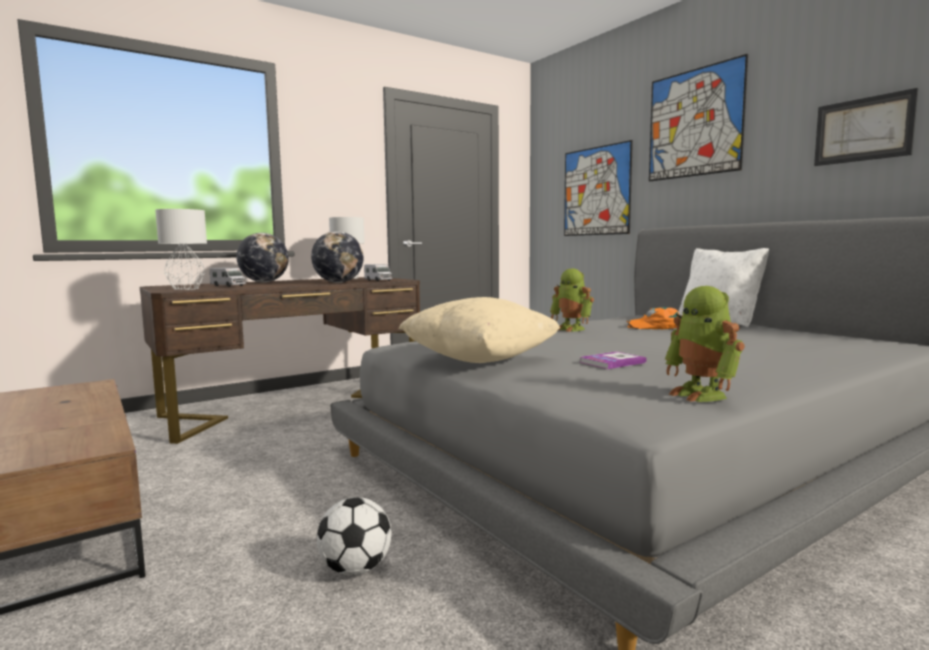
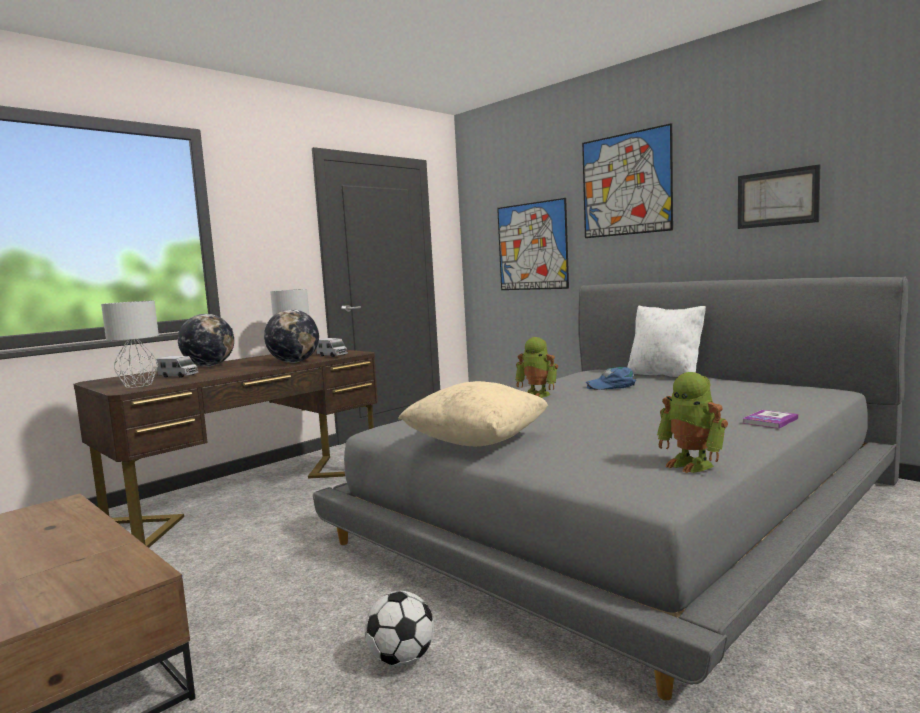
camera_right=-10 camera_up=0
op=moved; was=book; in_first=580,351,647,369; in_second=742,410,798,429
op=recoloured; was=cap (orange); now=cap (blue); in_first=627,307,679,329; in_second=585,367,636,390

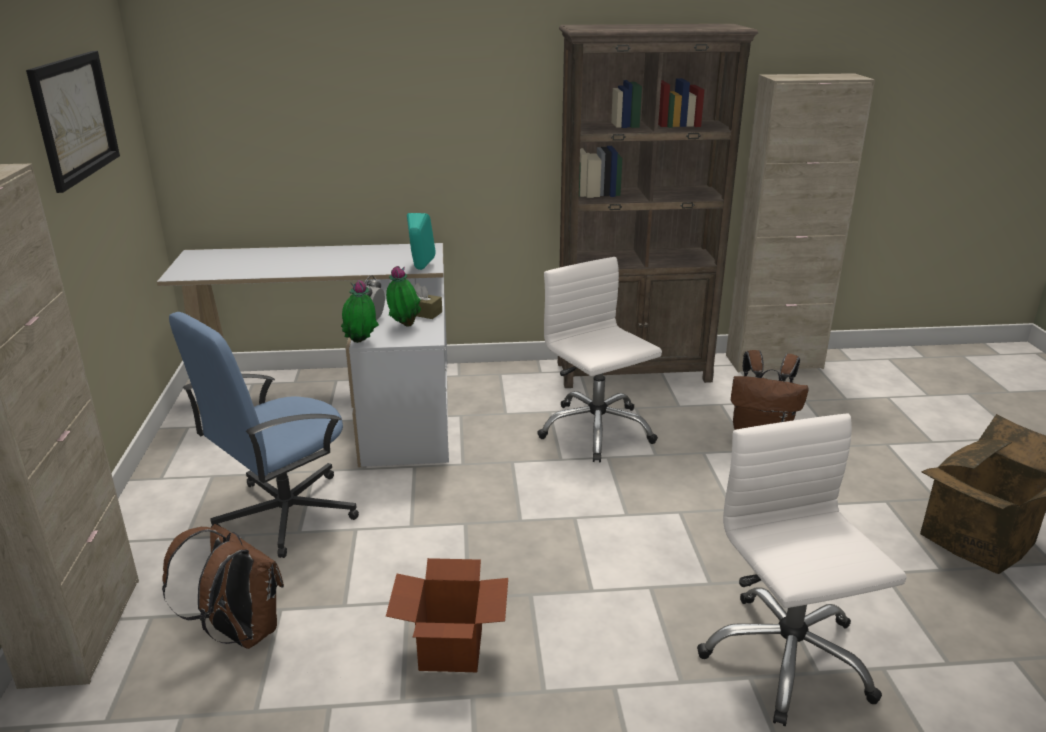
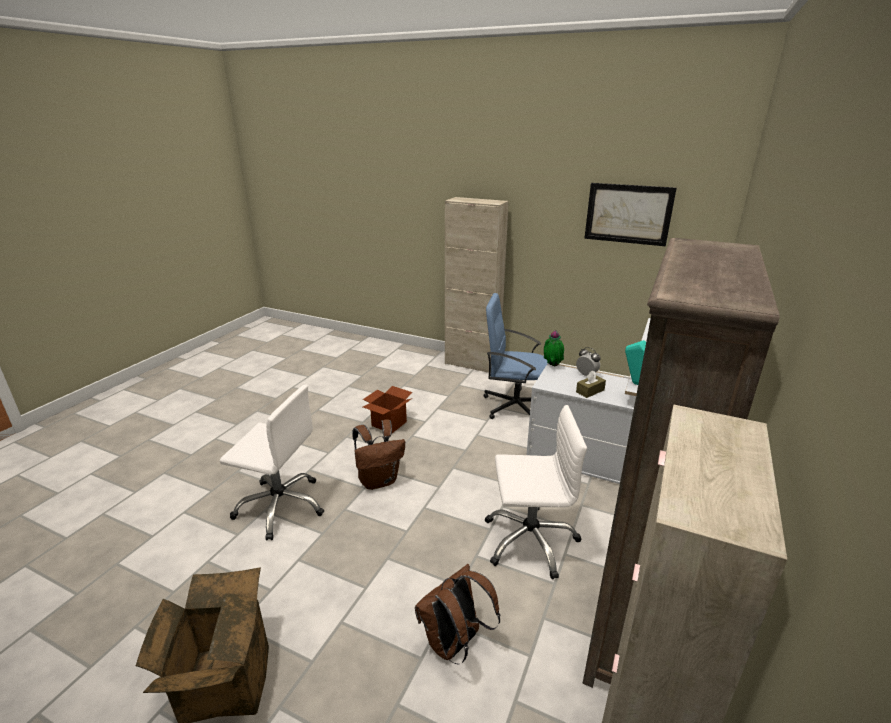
camera_right=120 camera_up=0
op=moved; was=backpack (brown); in_first=162,524,284,649; in_second=352,420,405,490
op=turned; was=office chair (blue); in_first=169,312,359,558; in_second=483,293,548,419; clockwise=-60
op=removed; was=potted plant; in_first=386,266,421,327

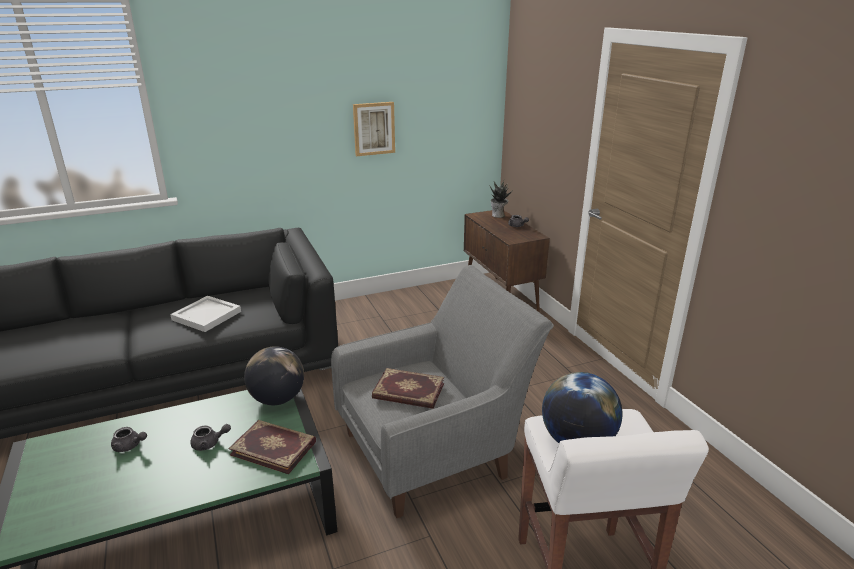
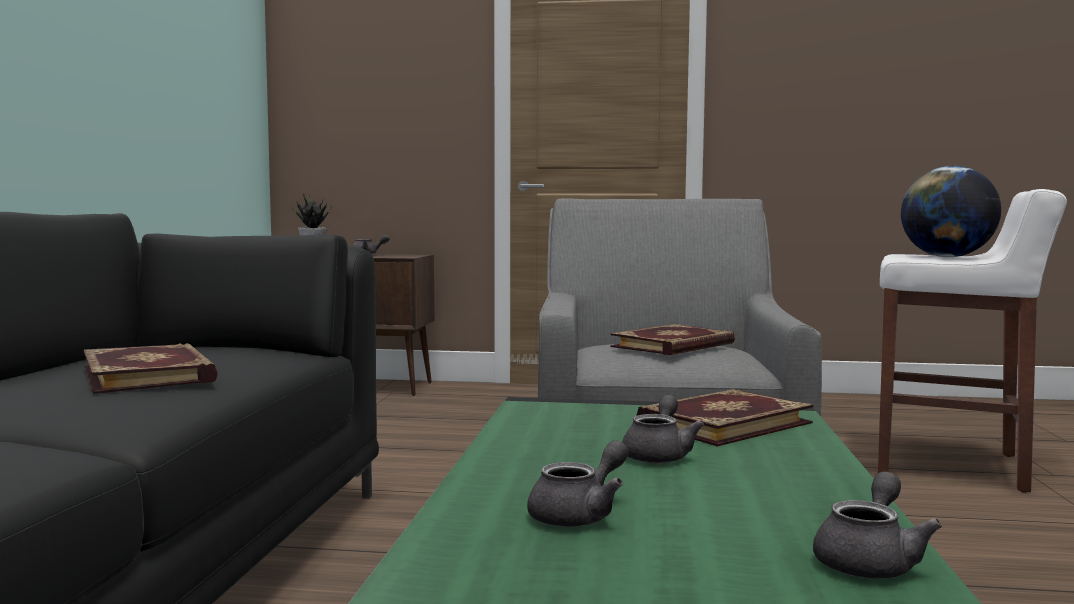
camera_right=-60 camera_up=-20
op=replaced; was=tray (white); now=book; in_first=170,296,241,332; in_second=84,343,218,394
op=removed; was=globe; in_first=244,346,304,405
op=removed; was=picture; in_first=353,102,395,156
op=added; now=teapot (grey); in_second=813,472,942,579

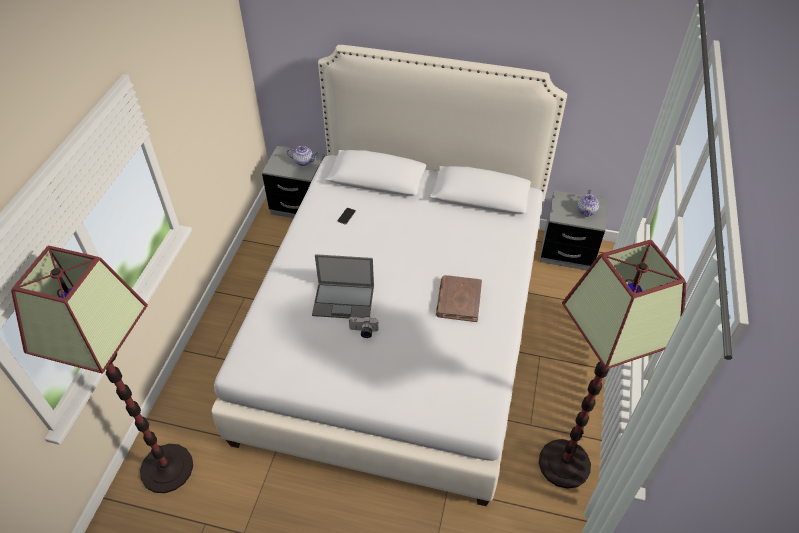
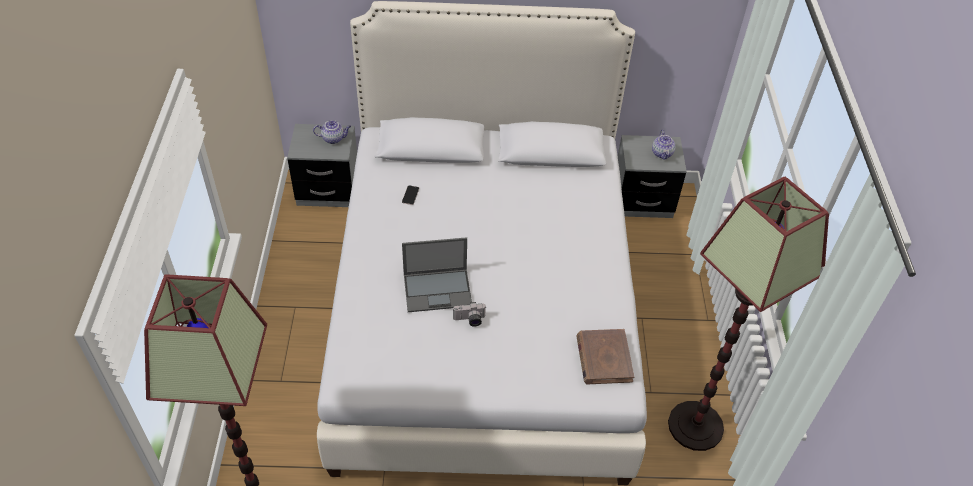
camera_right=-15 camera_up=0
op=moved; was=book (brown); in_first=436,275,482,322; in_second=577,329,635,384

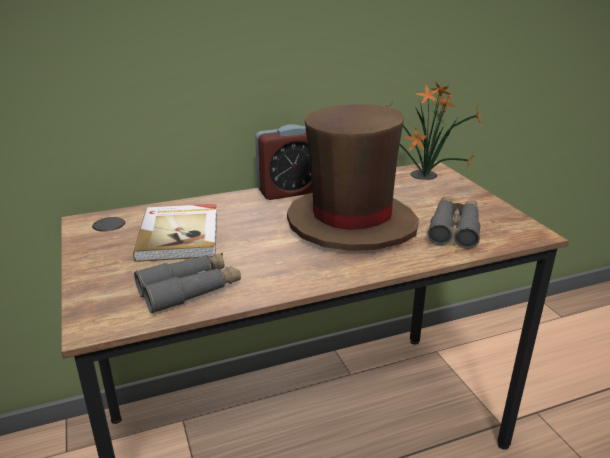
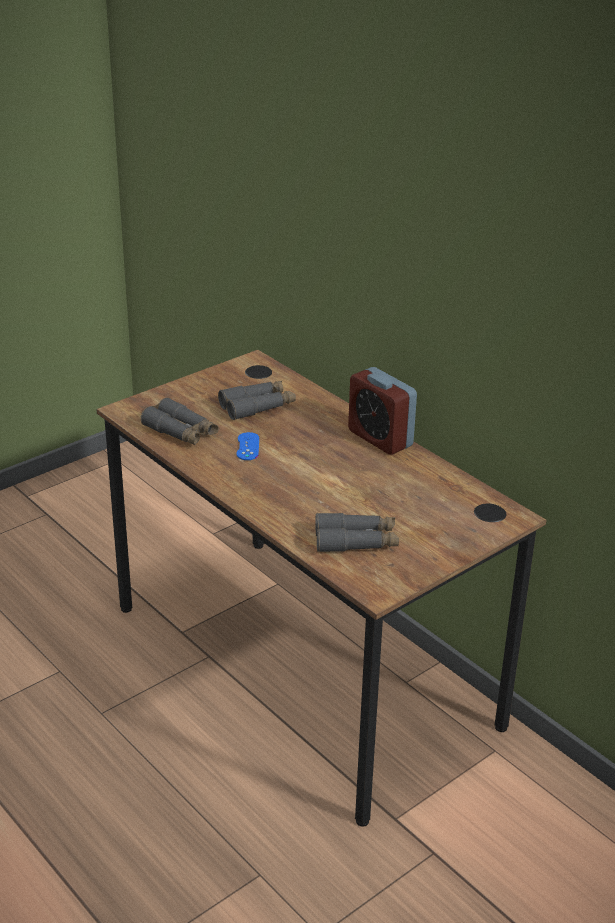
camera_right=70 camera_up=5
op=replaced; was=book; now=binoculars (grey); in_first=133,204,217,262; in_second=218,381,296,420
op=removed; was=hat (brown); in_first=287,104,419,251
op=removed; was=potted plant; in_first=386,82,482,176
op=added; now=game controller (blue); in_second=236,432,259,460

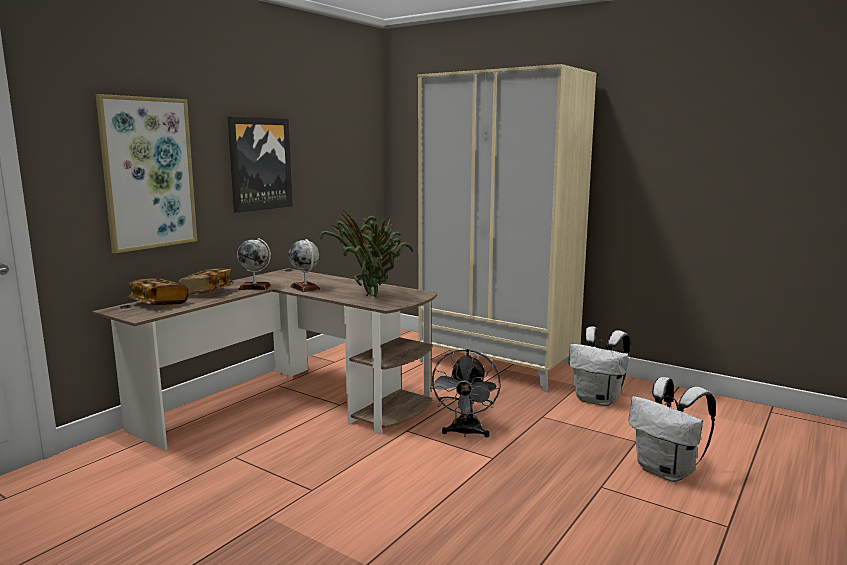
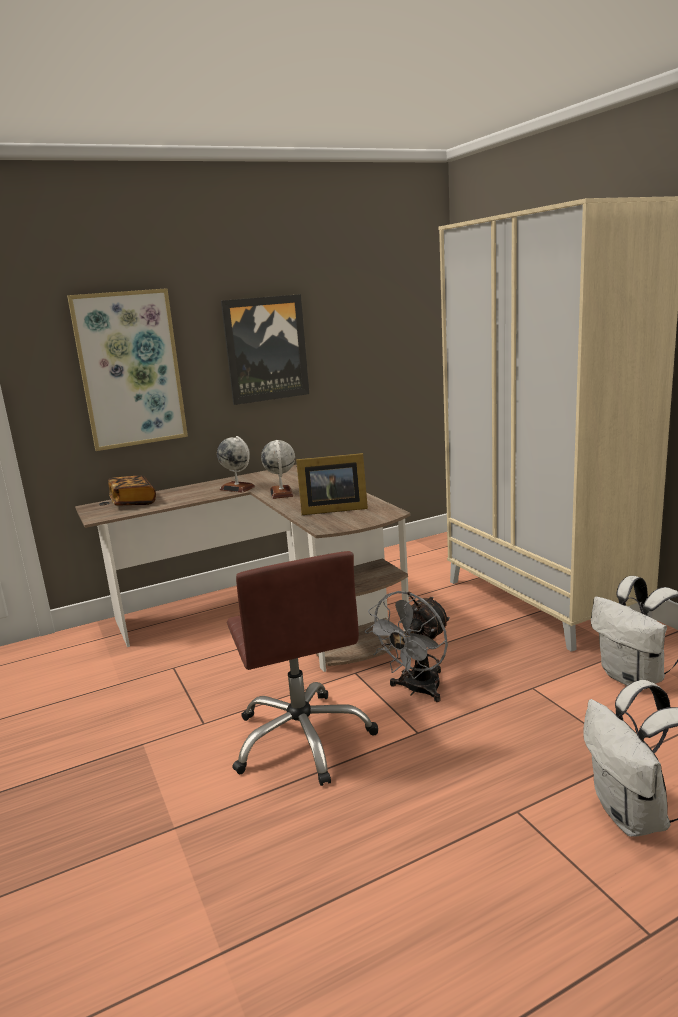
camera_right=30 camera_up=5
op=removed; was=book; in_first=178,268,233,295
op=replaced; was=potted plant; now=picture frame; in_first=320,209,413,297; in_second=296,453,368,515
op=added; now=office chair (brown); in_second=227,551,379,786

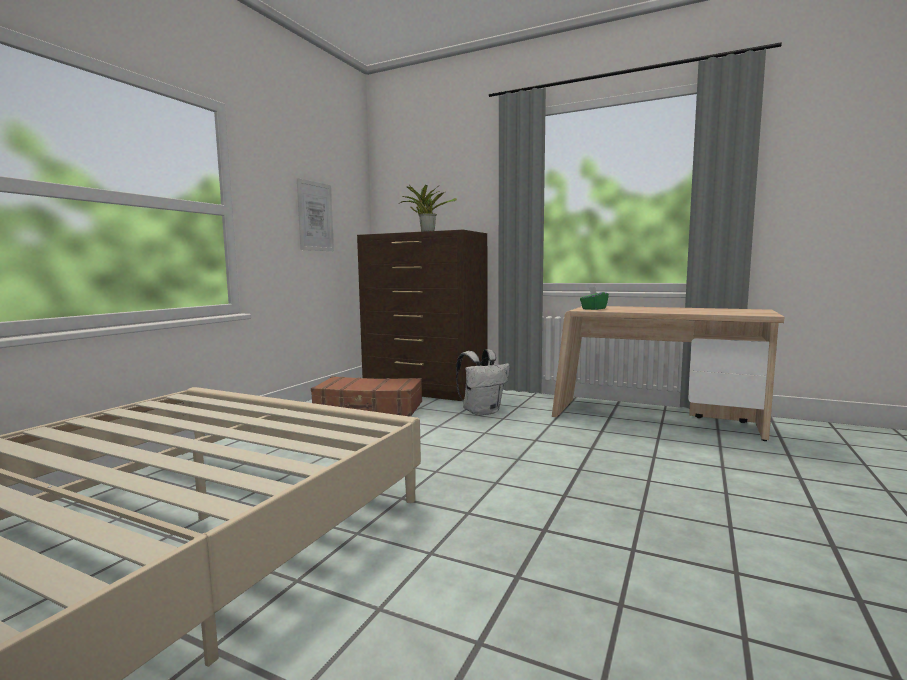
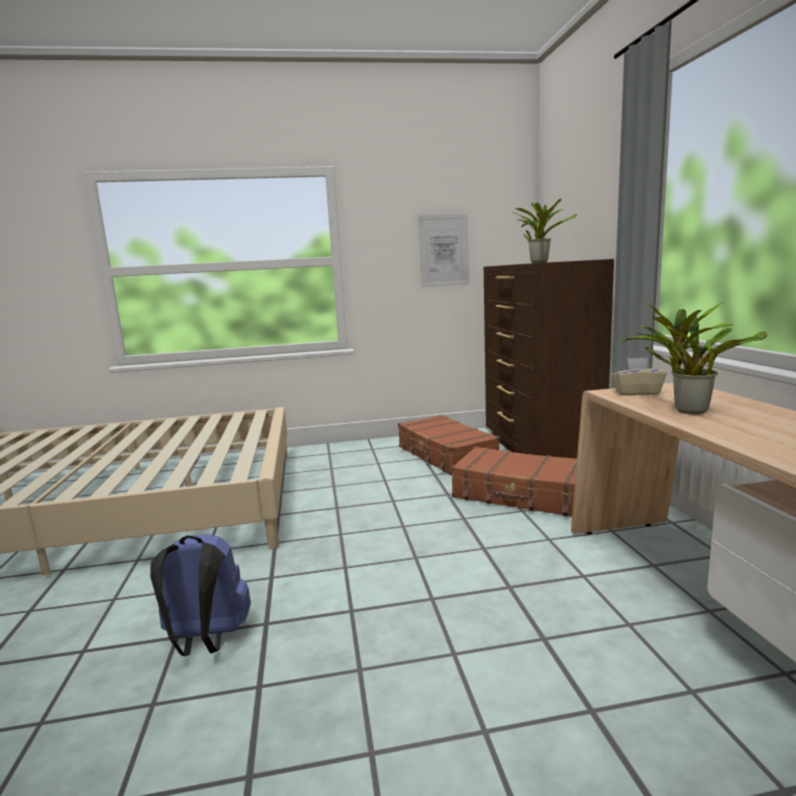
camera_right=55 camera_up=5
op=replaced; was=backpack (white); now=suitcase (brown); in_first=456,349,510,416; in_second=451,447,577,516
op=recoloured; was=tissue box (green); now=tissue box (beige); in_first=580,287,609,310; in_second=612,358,666,396
op=added; now=backpack (blue); in_second=150,534,251,656
op=added; now=potted plant; in_second=619,302,768,414

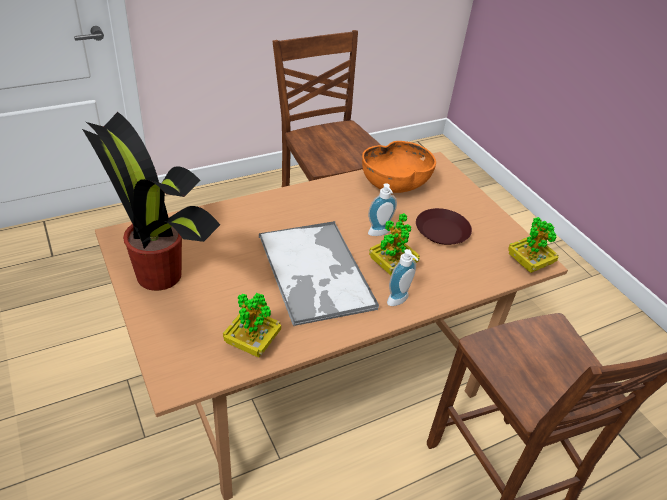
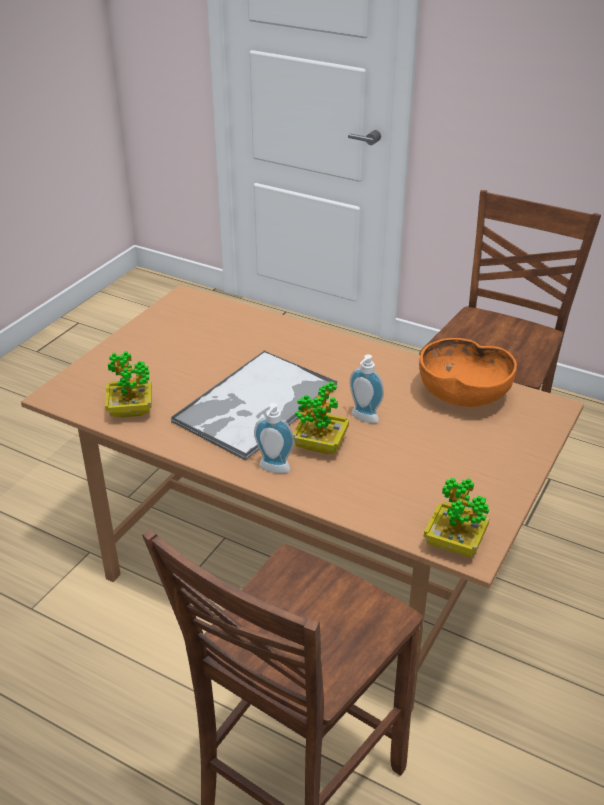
camera_right=60 camera_up=-5
op=removed; was=potted plant; in_first=82,112,220,291
op=removed; was=plate (brown); in_first=416,208,472,245

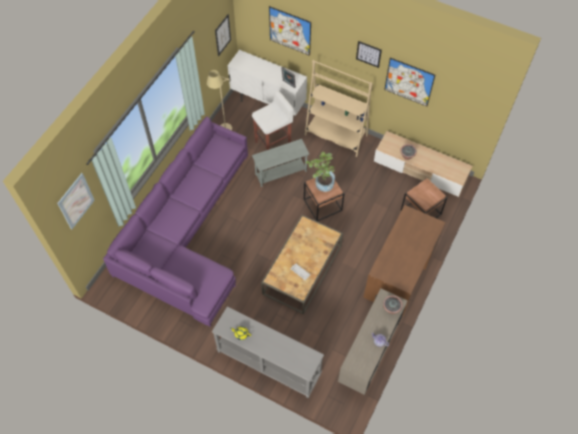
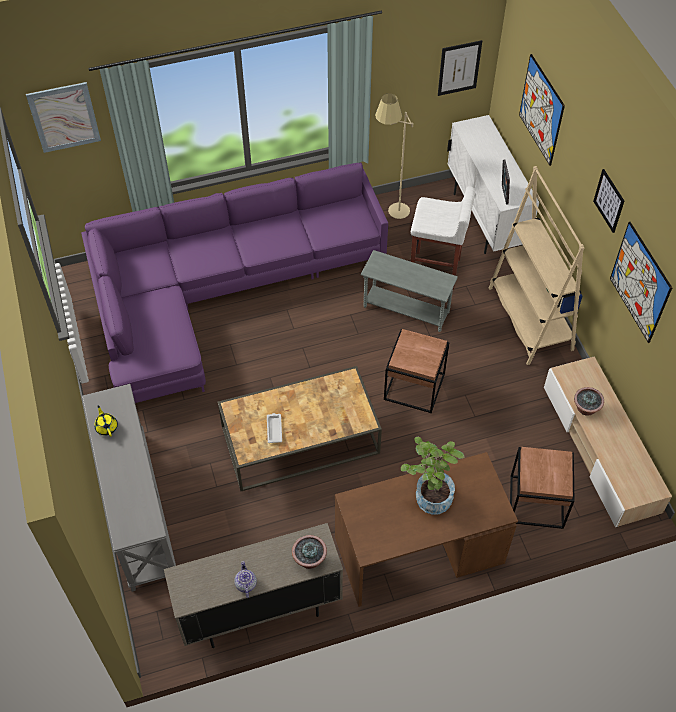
camera_right=45 camera_up=-5
op=moved; was=potted plant; in_first=306,152,335,192; in_second=401,437,465,515

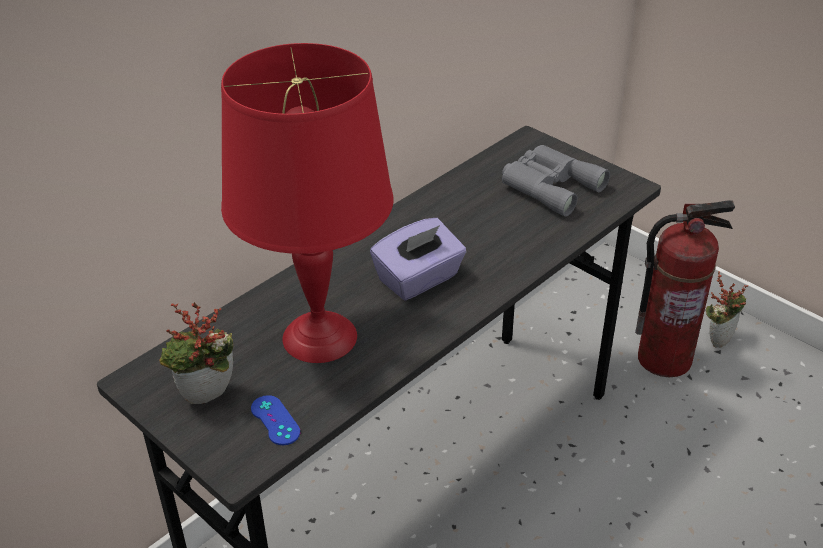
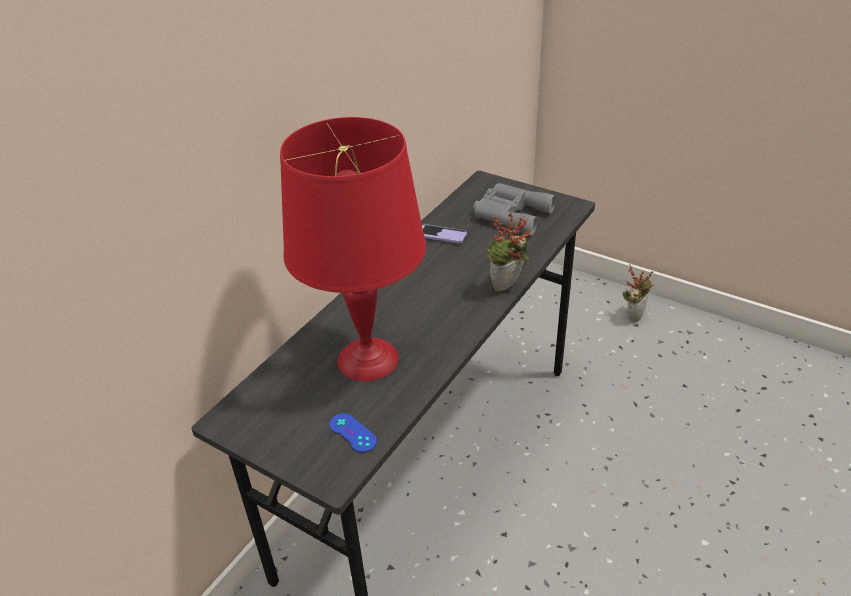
camera_right=-10 camera_up=0
op=moved; was=potted plant; in_first=159,302,233,404; in_second=487,213,530,291
op=removed; was=tissue box (purple); in_first=370,218,467,300
op=removed; was=fire extinguisher; in_first=635,200,735,377
op=added; now=phone; in_second=422,224,467,243

